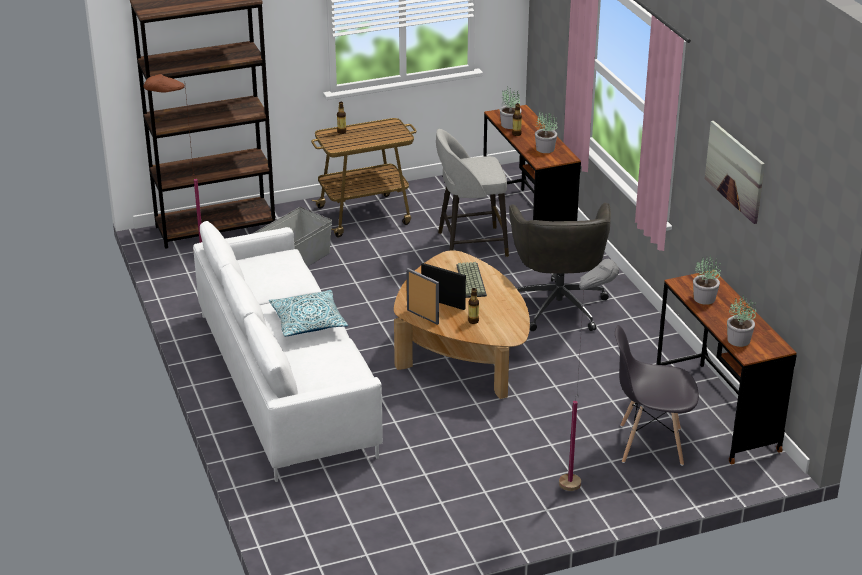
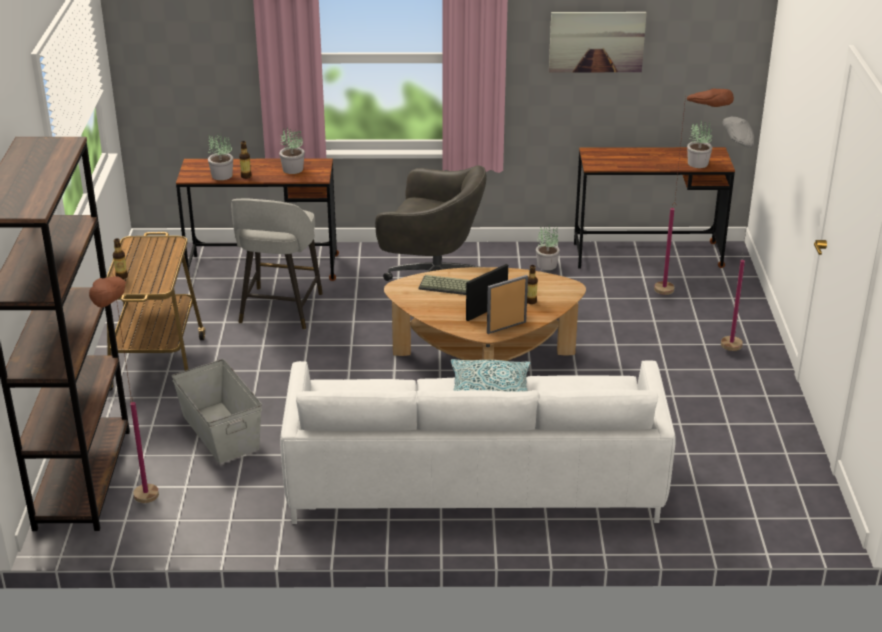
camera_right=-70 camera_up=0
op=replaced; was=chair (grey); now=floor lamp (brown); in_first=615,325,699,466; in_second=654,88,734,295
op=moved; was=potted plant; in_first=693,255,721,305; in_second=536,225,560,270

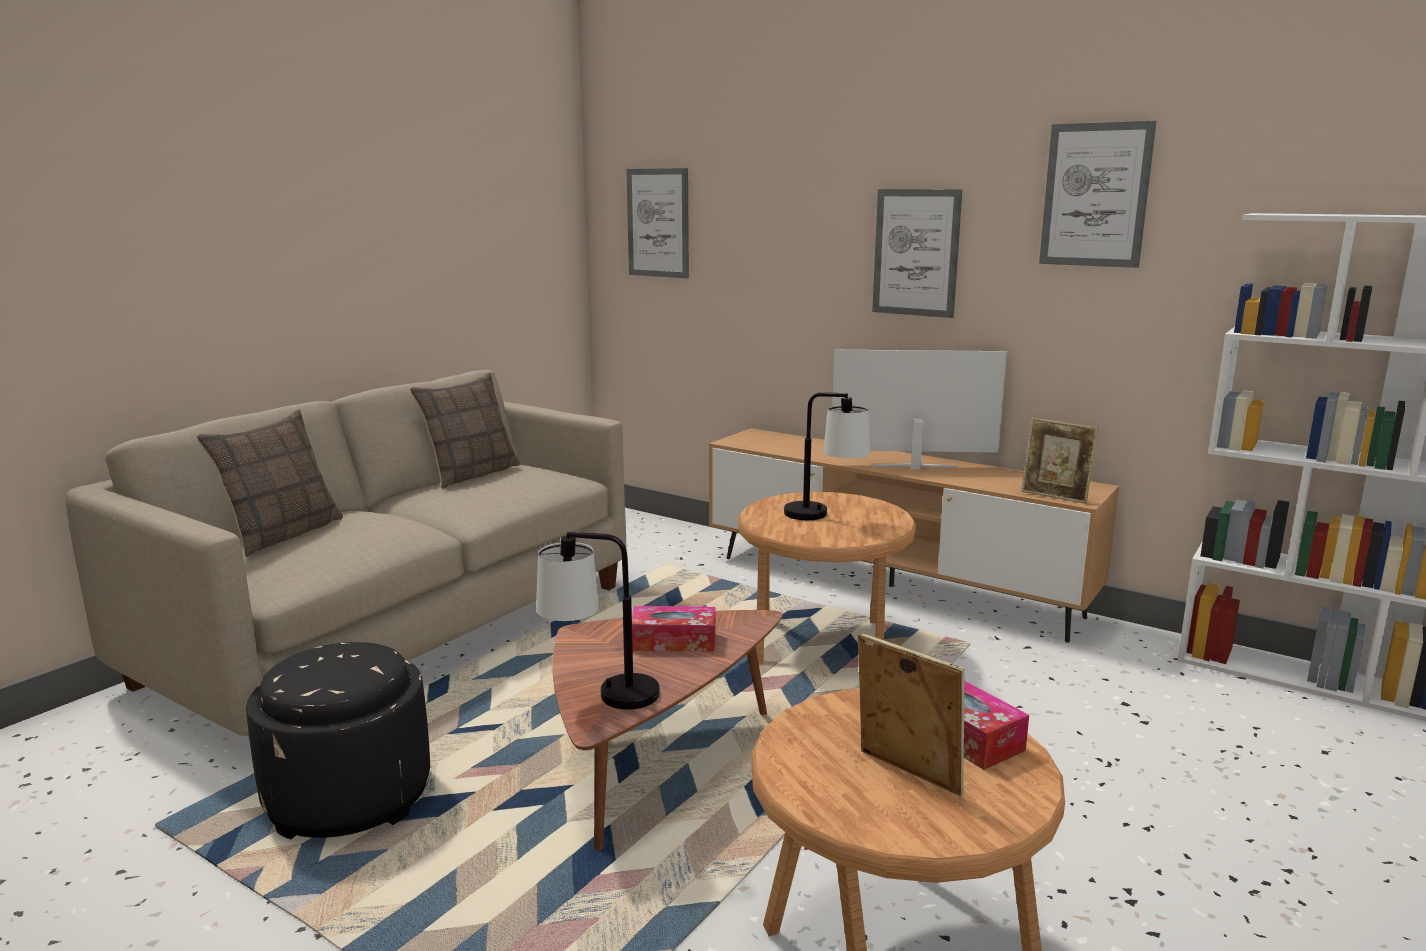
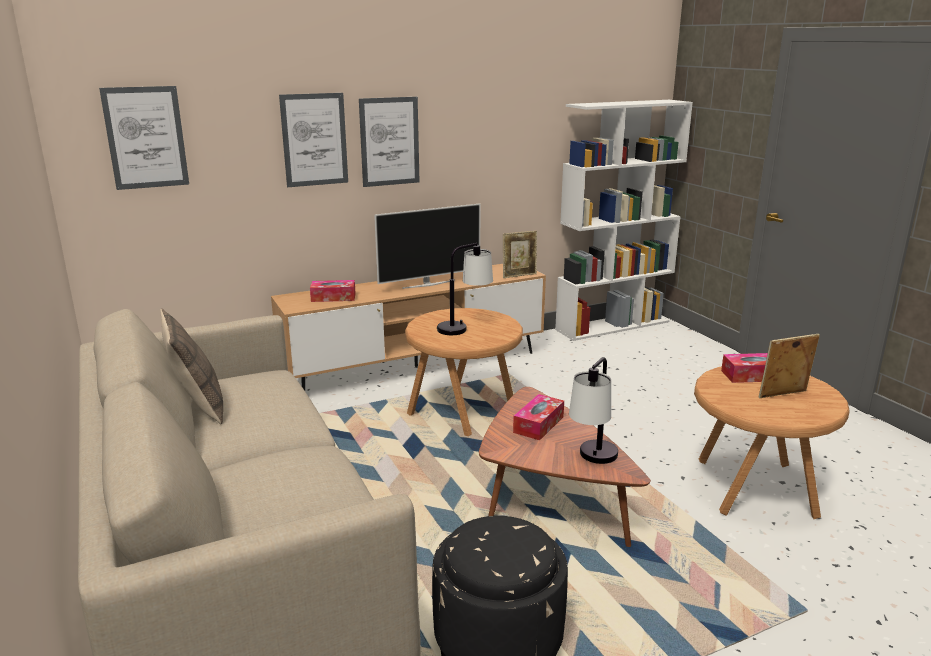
camera_right=-60 camera_up=5
op=removed; was=pillow; in_first=196,409,343,557
op=turned; was=television; in_first=833,350,1007,470; in_second=374,203,481,289; clockwise=-150
op=moved; was=picture; in_first=1039,121,1156,268; in_second=279,93,348,187
op=added; now=tissue box; in_second=310,280,356,302

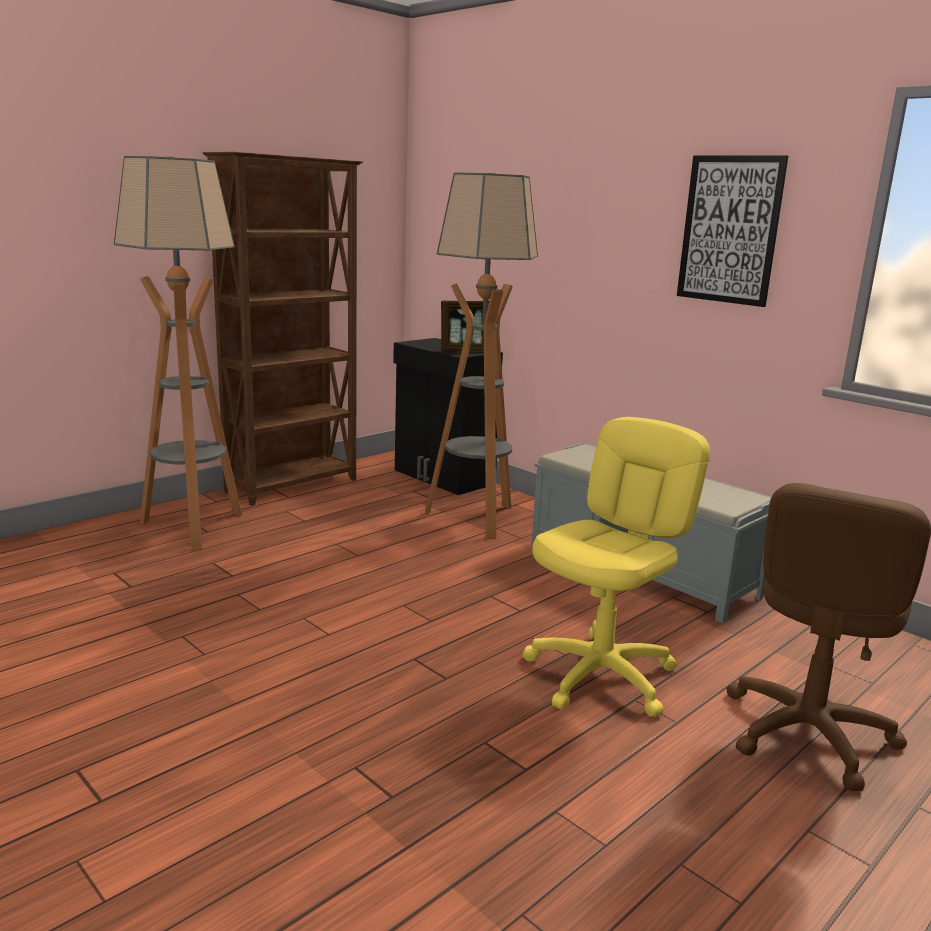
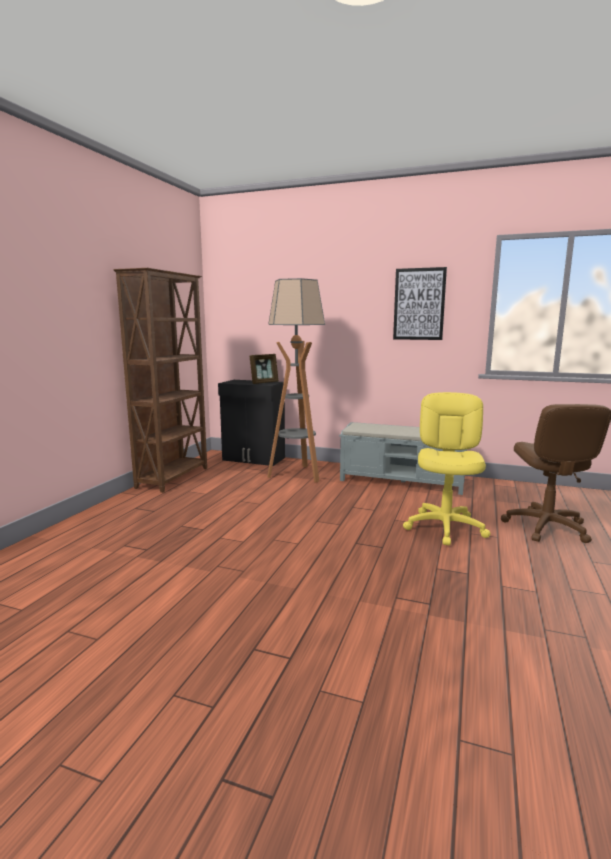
camera_right=-25 camera_up=-5
op=removed; was=floor lamp; in_first=114,156,242,550

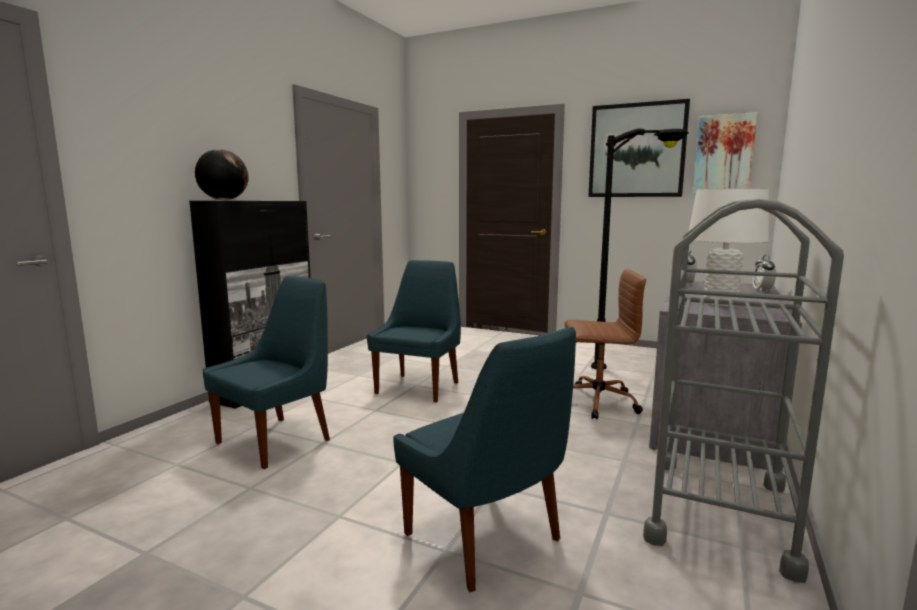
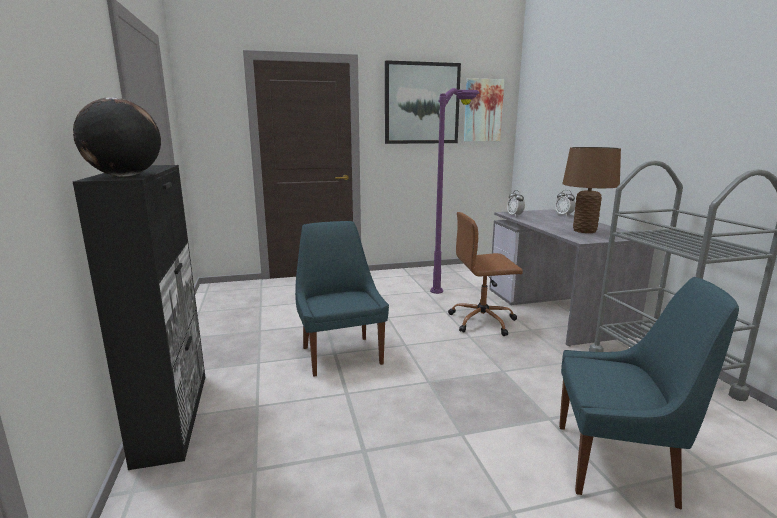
camera_right=-40 camera_up=5
op=removed; was=chair (blue); in_first=203,276,330,469
op=turned; was=office chair (brown); in_first=565,269,646,419; in_second=448,212,523,336; clockwise=-150
op=recoloured; was=floor lamp (black); now=floor lamp (purple); in_first=591,129,689,370; in_second=430,88,479,294
op=recoloured; was=table lamp (white); now=table lamp (brown); in_first=689,188,769,307; in_second=562,147,621,233

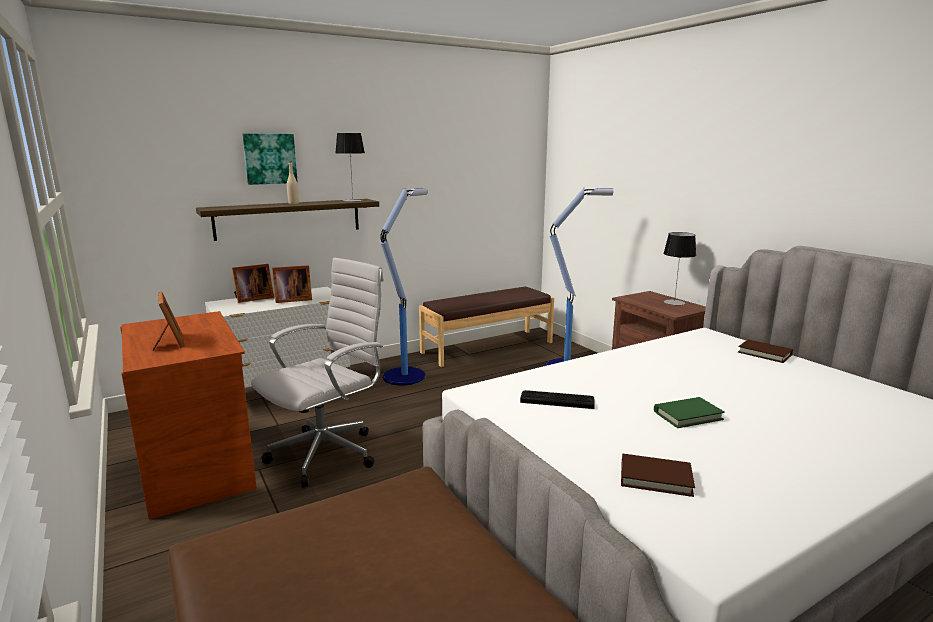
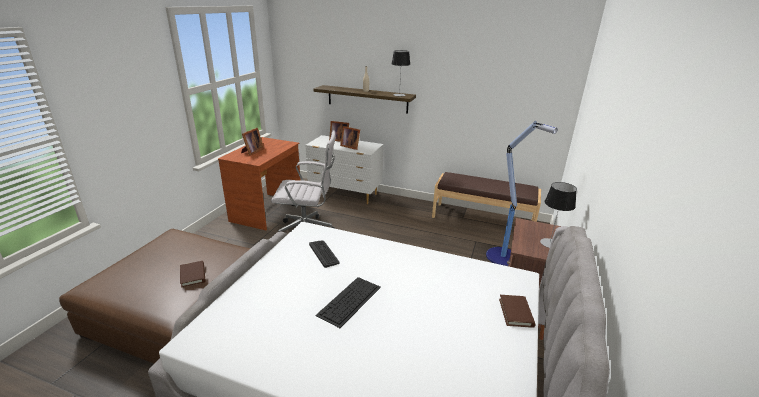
camera_right=50 camera_up=10
op=removed; was=picture; in_first=242,134,298,185
op=removed; was=floor lamp; in_first=380,188,428,385
op=moved; was=book (brown); in_first=621,454,695,497; in_second=180,261,206,288
op=replaced; was=book (green); now=keyboard; in_first=654,397,725,428; in_second=315,277,381,328

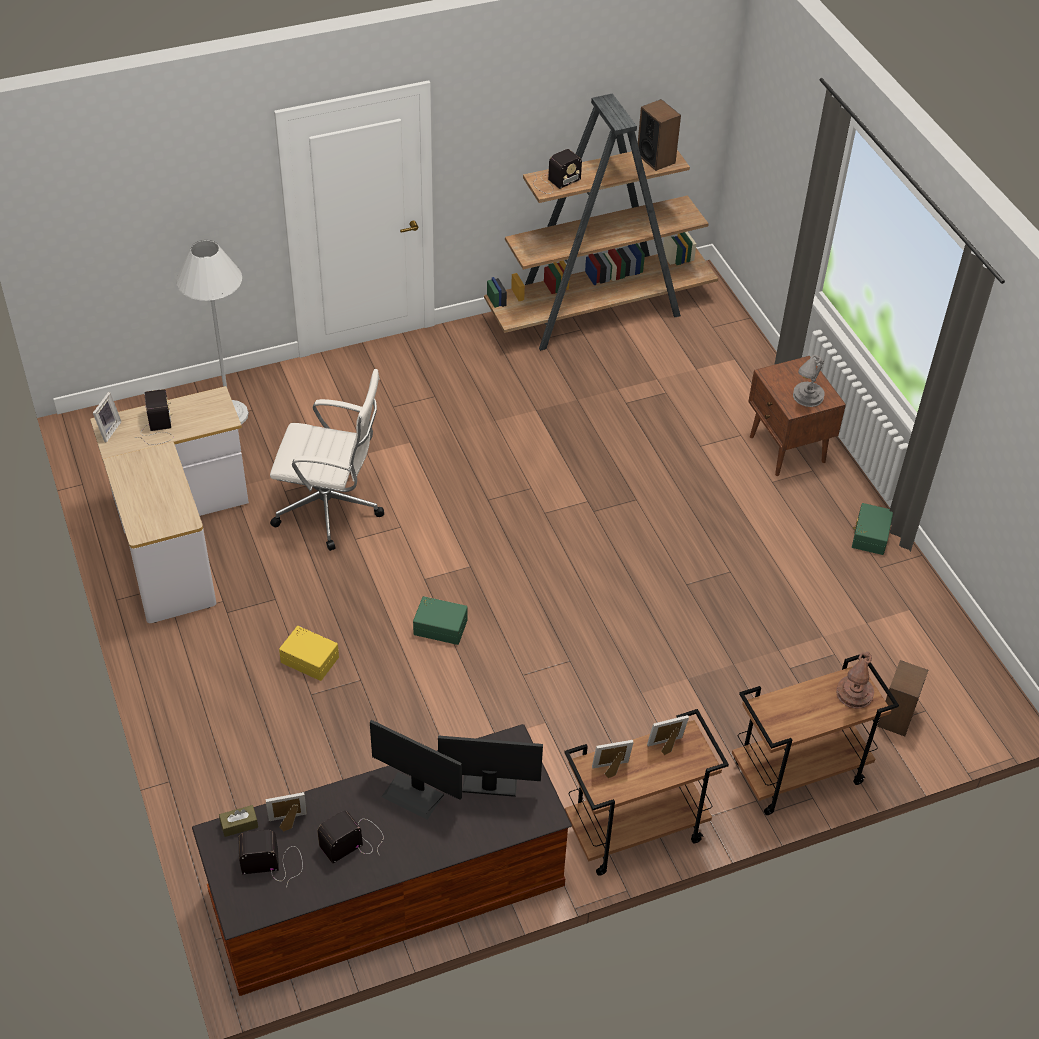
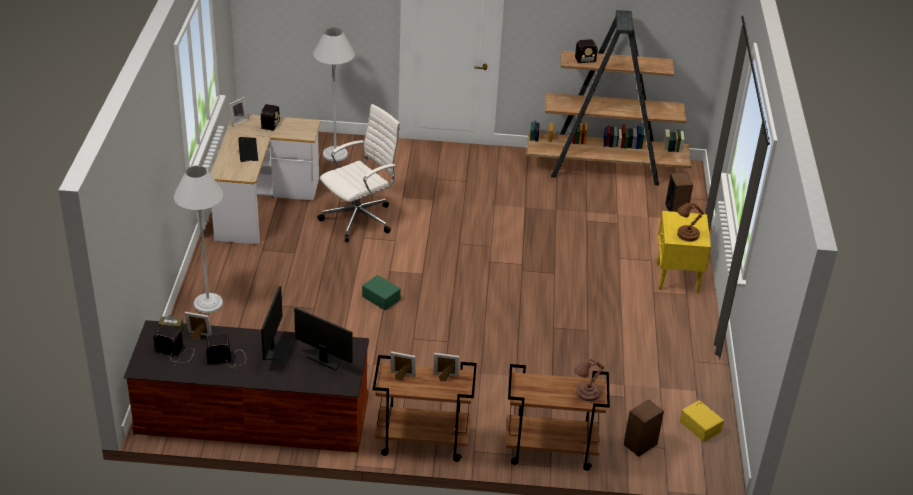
camera_right=25 camera_up=-10
op=turned; was=office chair (white); in_first=270,369,384,551; in_second=318,104,401,242; clockwise=-75
op=moved; was=storage box (yellow); in_first=279,626,339,681; in_second=680,400,724,442
op=turned; was=monitor; in_first=370,720,462,820; in_second=261,286,294,363; clockwise=-135
op=moved; was=speaker; in_first=638,99,681,171; in_second=665,172,693,212
op=recoloured; was=nightstand (brown); now=nightstand (yellow); in_first=748,356,846,476; in_second=657,211,711,293
op=recoloured; was=table lamp (grey); now=table lamp (brown); in_first=793,355,824,407; in_second=677,203,704,242
op=removed; was=storage box (green); in_first=852,503,893,555
op=added; now=floor lamp (white); in_second=174,166,223,313
op=added; now=keyboard; in_second=238,137,258,162

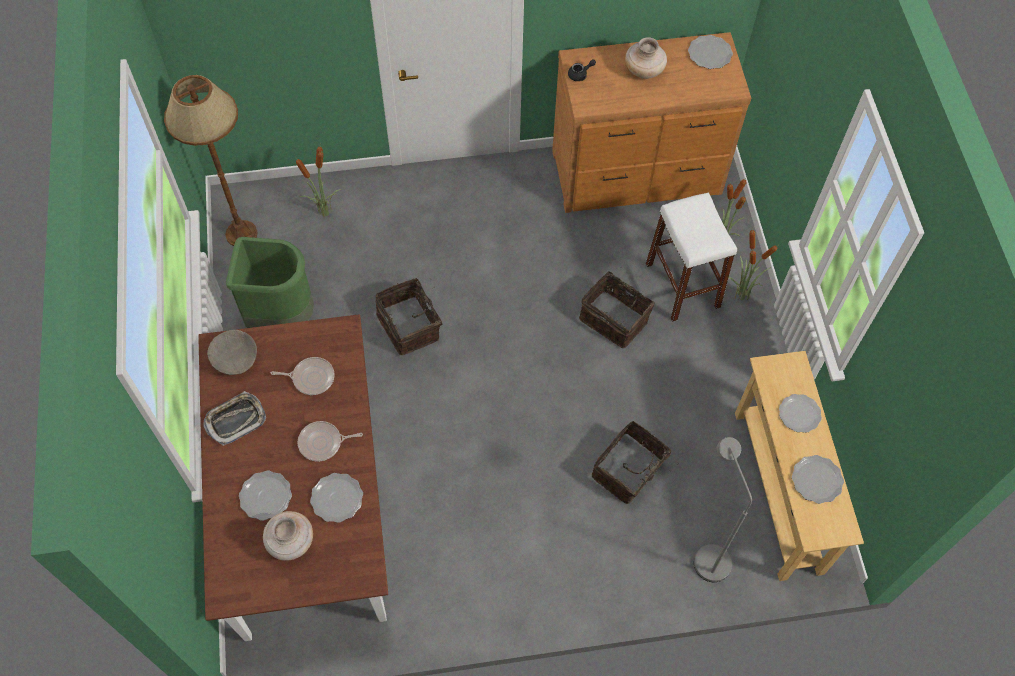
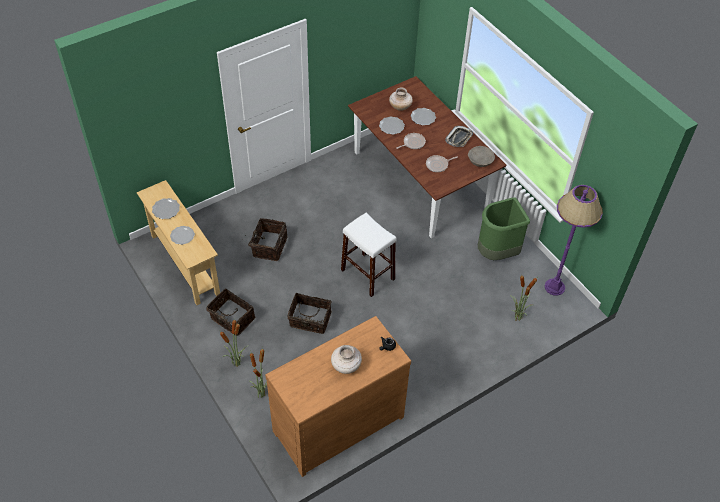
camera_right=155 camera_up=-10
op=recoloured; was=floor lamp (brown); now=floor lamp (purple); in_first=164,75,258,246; in_second=545,185,603,296
op=moved; was=basket; in_first=375,278,442,355; in_second=206,288,255,336
op=moved; was=stool (white); in_first=646,192,737,322; in_second=341,213,397,297
op=removed; was=plate; in_first=688,35,733,69
op=removed; was=floor lamp (grey); in_first=694,437,752,582

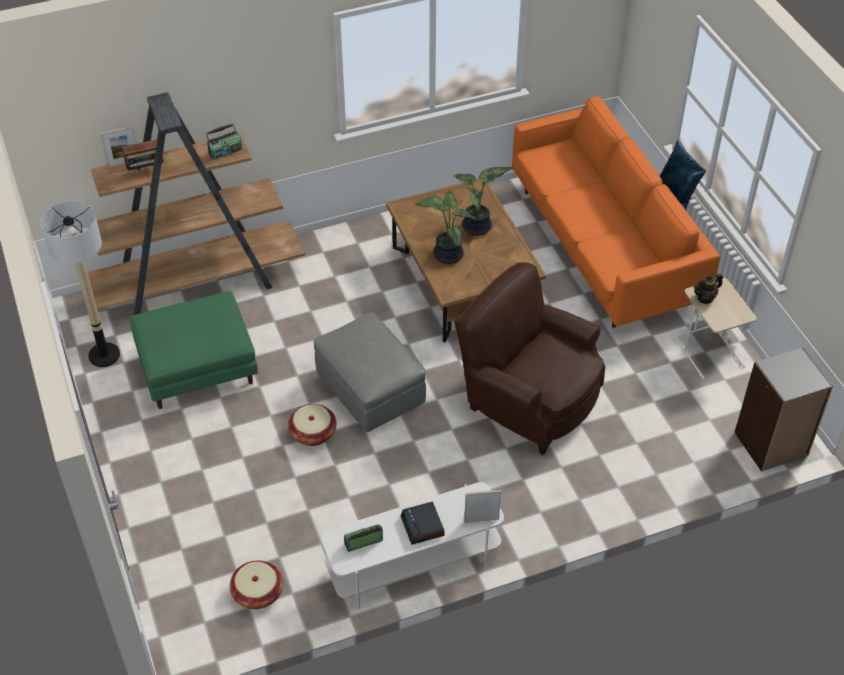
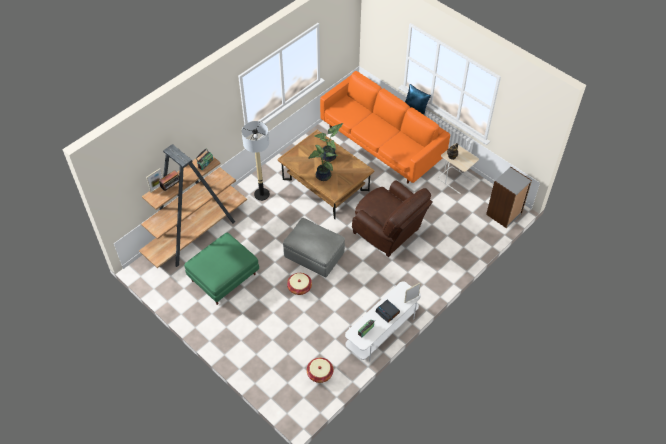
camera_right=-25 camera_up=5
op=moved; was=floor lamp; in_first=40,201,120,367; in_second=242,121,270,201
op=turned; was=armchair (brown); in_first=454,262,605,455; in_second=352,180,433,257; clockwise=-150

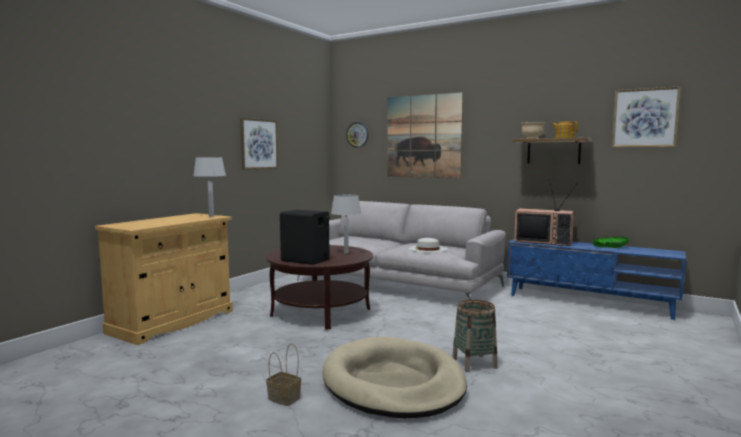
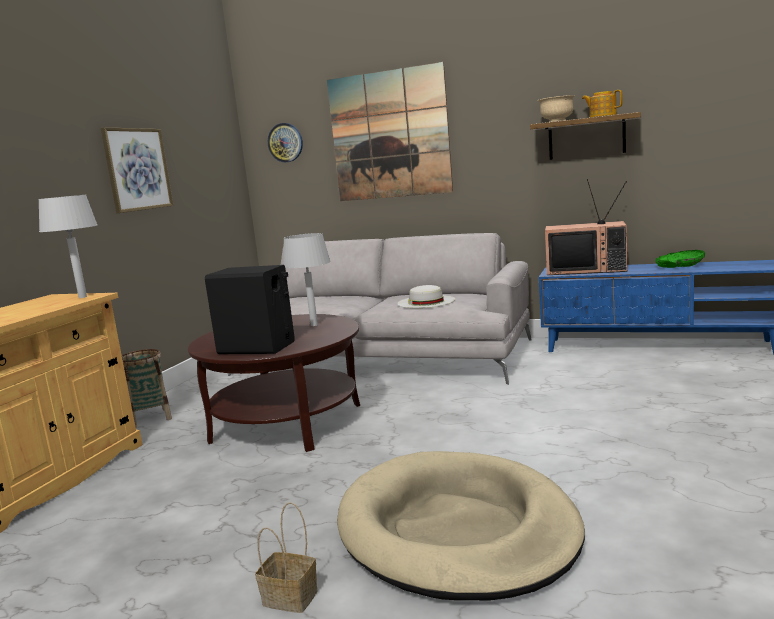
camera_right=-10 camera_up=5
op=moved; was=basket; in_first=452,300,498,372; in_second=122,349,172,428
op=removed; was=picture; in_first=611,86,681,147

